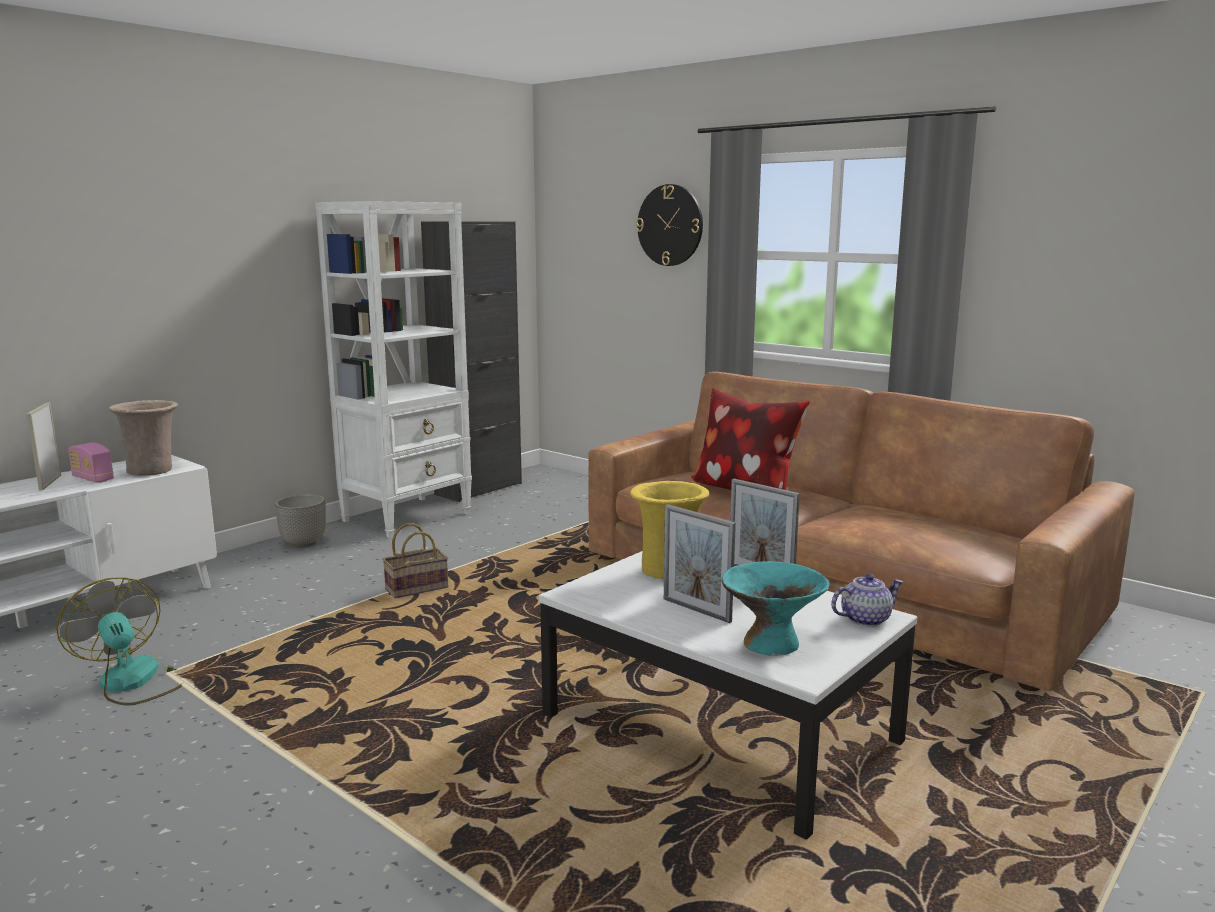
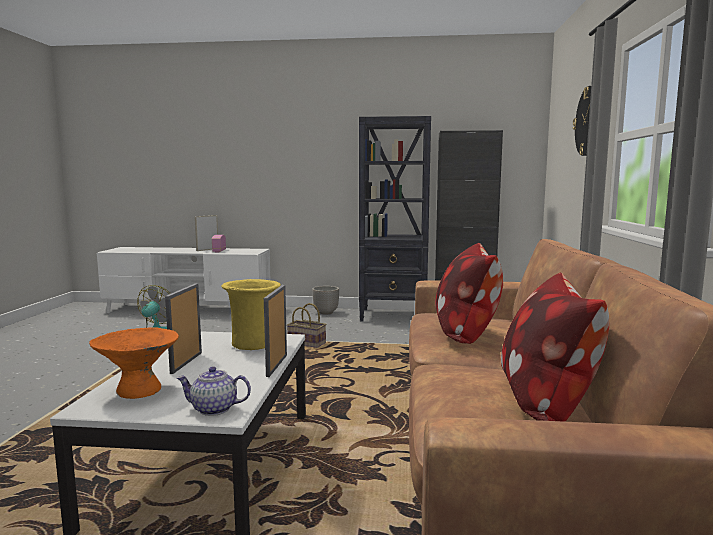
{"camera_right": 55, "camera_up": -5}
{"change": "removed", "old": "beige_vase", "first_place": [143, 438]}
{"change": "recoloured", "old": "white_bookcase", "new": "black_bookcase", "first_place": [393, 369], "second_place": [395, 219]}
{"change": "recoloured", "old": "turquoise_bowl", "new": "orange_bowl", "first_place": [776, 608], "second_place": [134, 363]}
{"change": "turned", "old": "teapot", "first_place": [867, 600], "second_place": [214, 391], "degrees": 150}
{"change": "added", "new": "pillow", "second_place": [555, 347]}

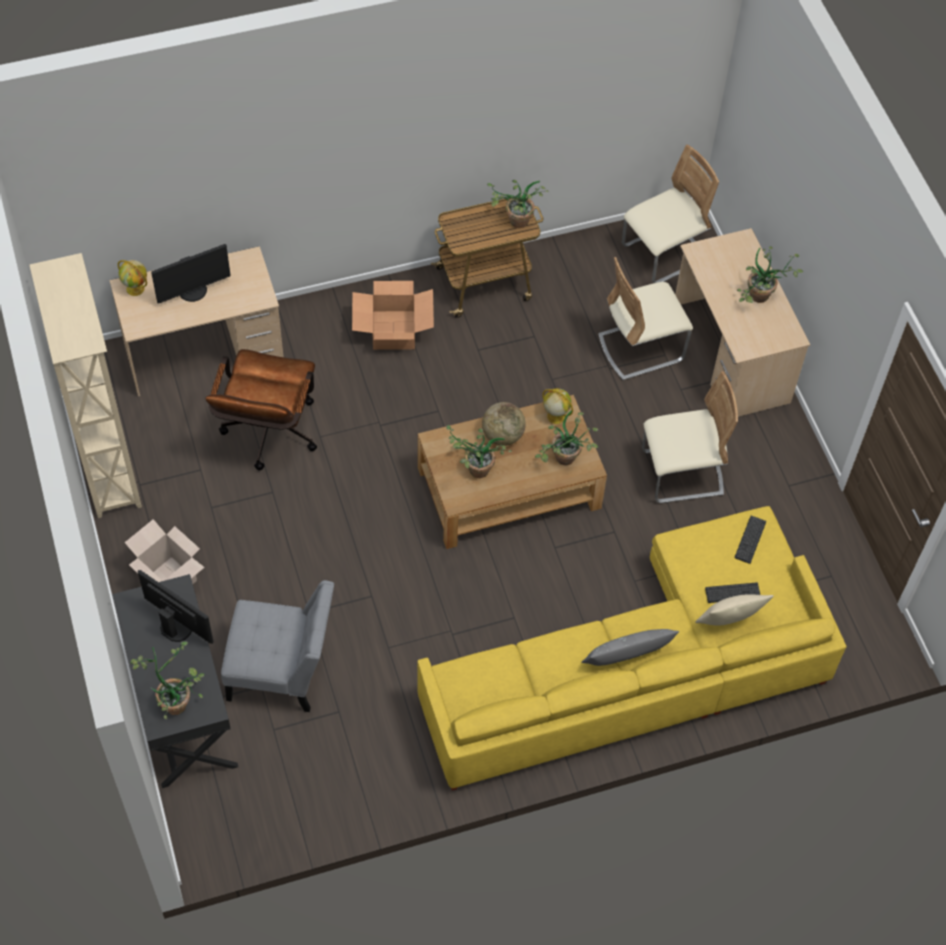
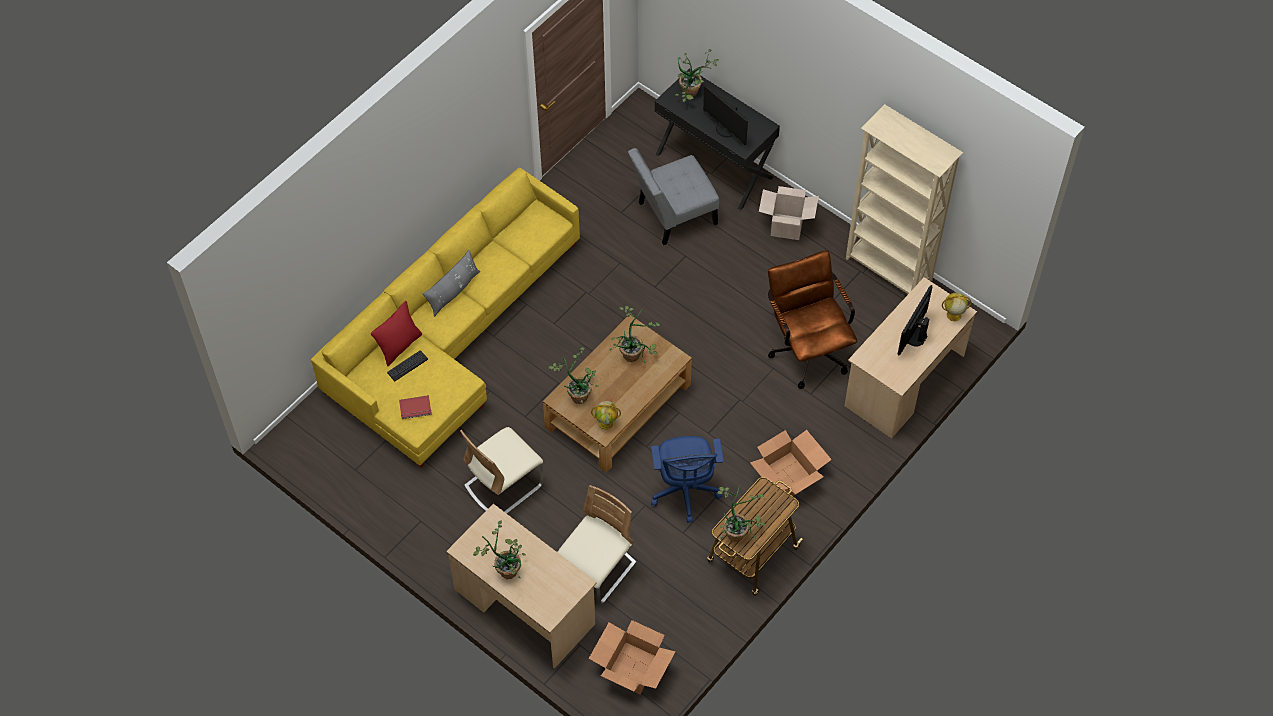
{"camera_right": 150, "camera_up": 0}
{"change": "turned", "old": "monitor", "first_place": [175, 607], "second_place": [725, 115], "degrees": 45}
{"change": "removed", "old": "globe", "first_place": [504, 424]}
{"change": "replaced", "old": "beige_chair", "new": "cardboard_box", "first_place": [670, 213], "second_place": [632, 657]}
{"change": "recoloured", "old": "beige_pillow", "new": "red_pillow", "first_place": [734, 610], "second_place": [396, 333]}
{"change": "replaced", "old": "keyboard", "new": "red_book", "first_place": [750, 540], "second_place": [415, 407]}
{"change": "added", "new": "blue_office_chair", "second_place": [687, 479]}

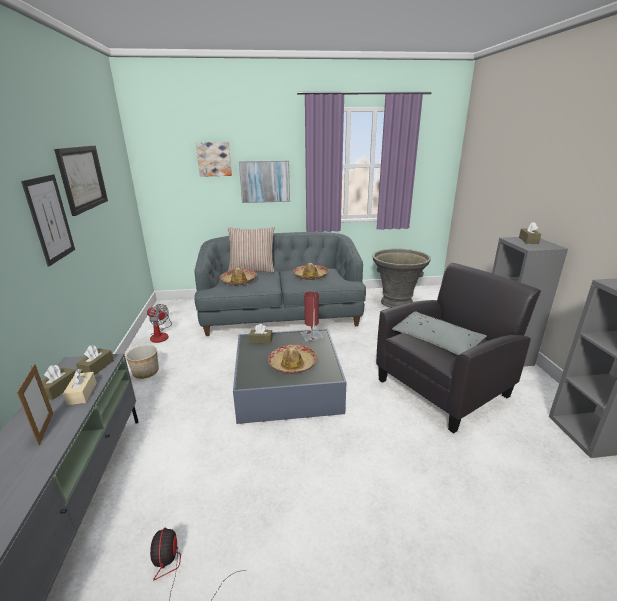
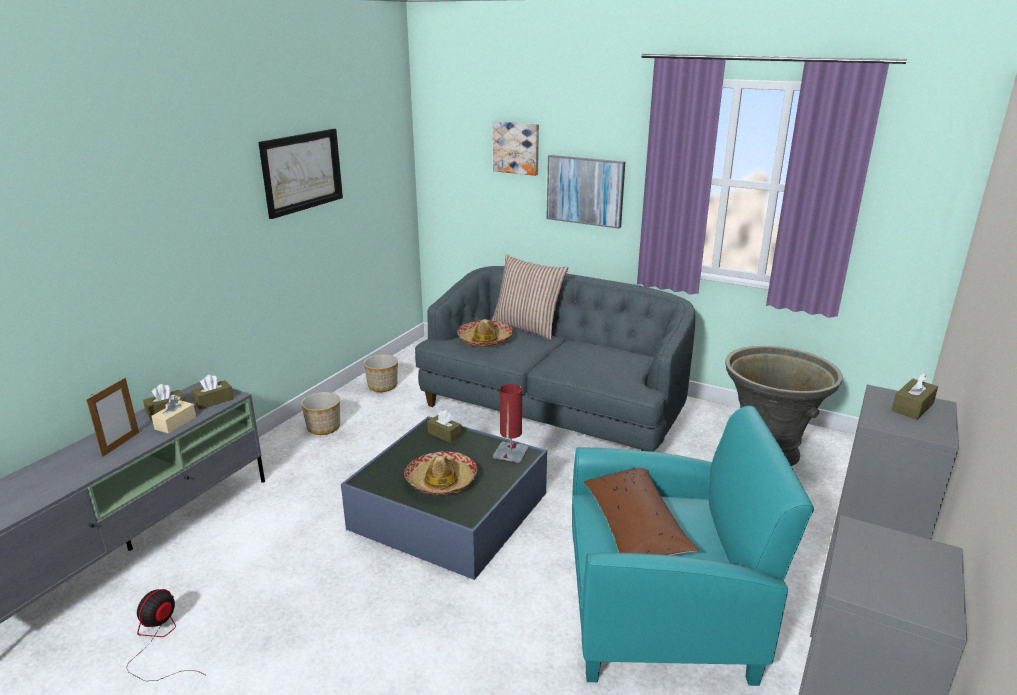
{"camera_right": 35, "camera_up": 0}
{"change": "removed", "old": "picture", "first_place": [48, 220]}
{"change": "replaced", "old": "fan", "new": "planter", "first_place": [159, 323], "second_place": [381, 373]}
{"change": "removed", "old": "hat", "first_place": [311, 271]}
{"change": "recoloured", "old": "black_armchair", "new": "turquoise_armchair", "first_place": [458, 348], "second_place": [693, 546]}
{"change": "recoloured", "old": "grey_pillow", "new": "brown_pillow", "first_place": [439, 333], "second_place": [641, 512]}

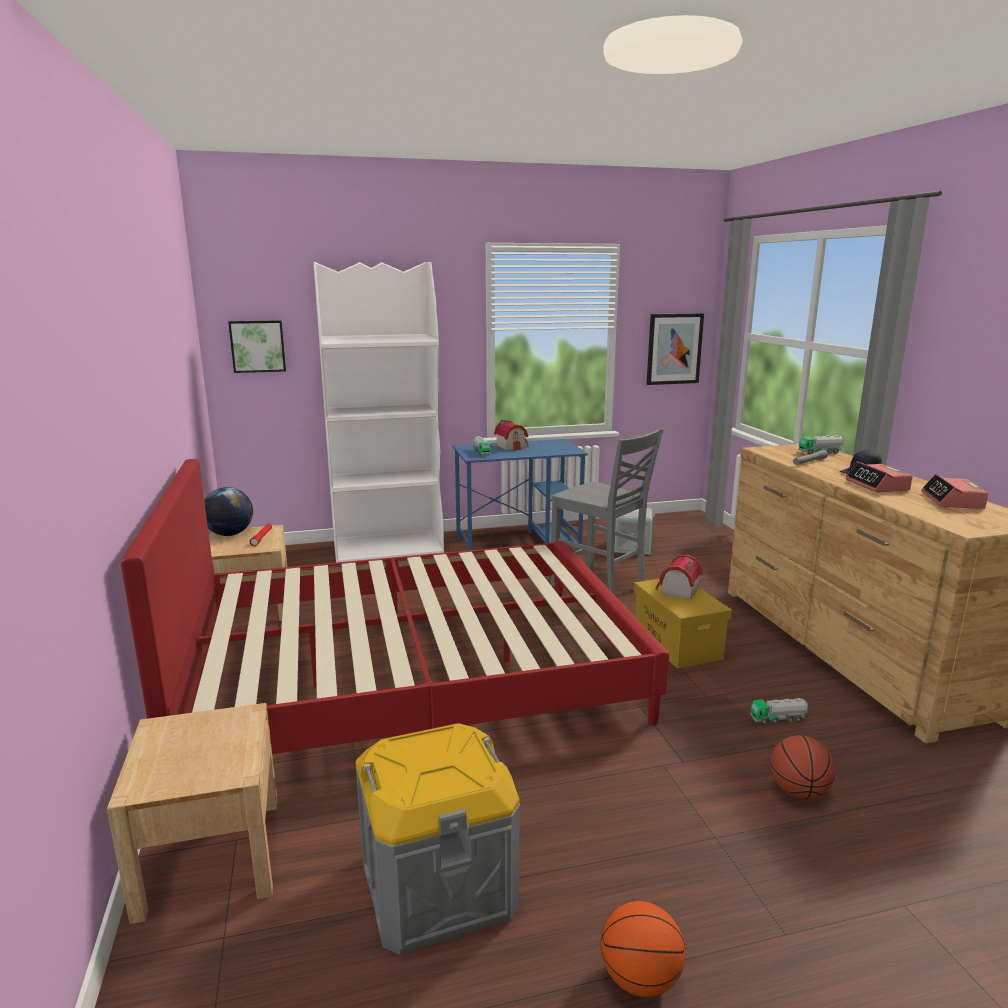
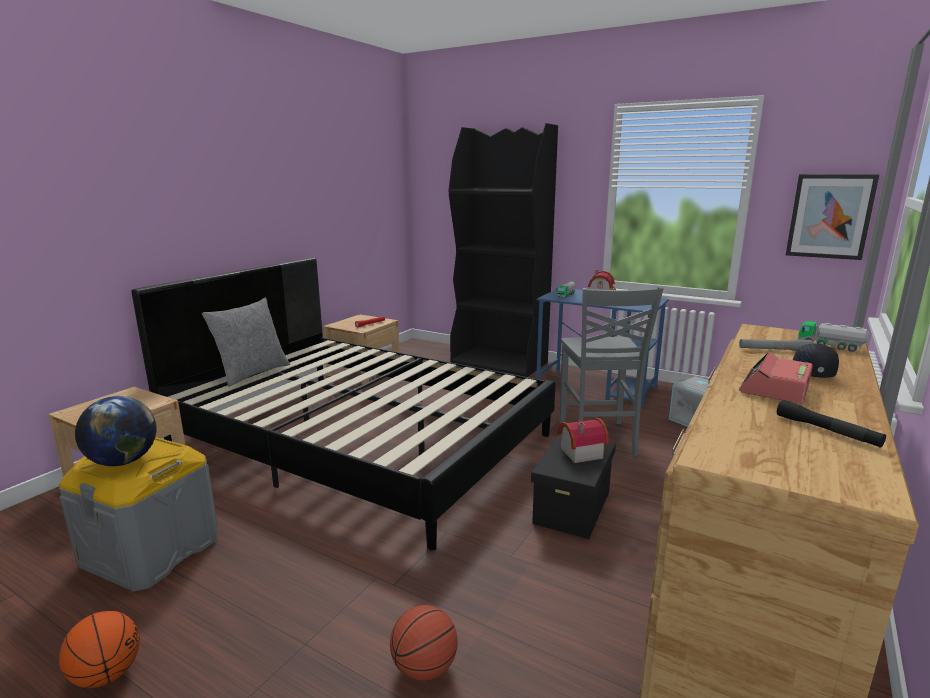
{"camera_right": 45, "camera_up": 0}
{"change": "recoloured", "old": "red_bed", "new": "black_bed", "first_place": [395, 606], "second_place": [343, 404]}
{"change": "moved", "old": "globe", "first_place": [228, 511], "second_place": [116, 431]}
{"change": "removed", "old": "picture", "first_place": [257, 346]}
{"change": "recoloured", "old": "white_bookcase", "new": "black_bookcase", "first_place": [378, 412], "second_place": [503, 250]}
{"change": "recoloured", "old": "yellow_storage_box", "new": "black_storage_box", "first_place": [683, 624], "second_place": [573, 486]}
{"change": "removed", "old": "toy_truck", "first_place": [779, 711]}
{"change": "replaced", "old": "alarm_clock", "new": "black_flashlight", "first_place": [954, 491], "second_place": [831, 424]}
{"change": "added", "new": "grey_pillow", "second_place": [246, 342]}

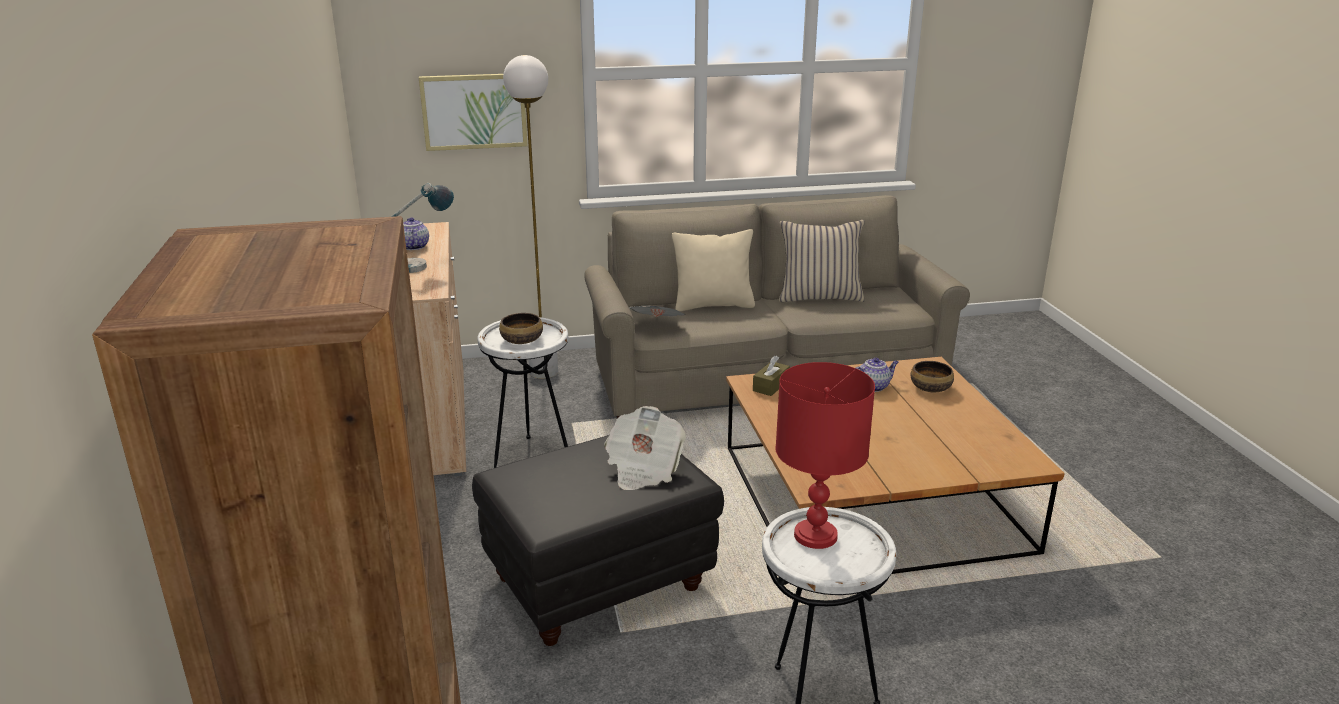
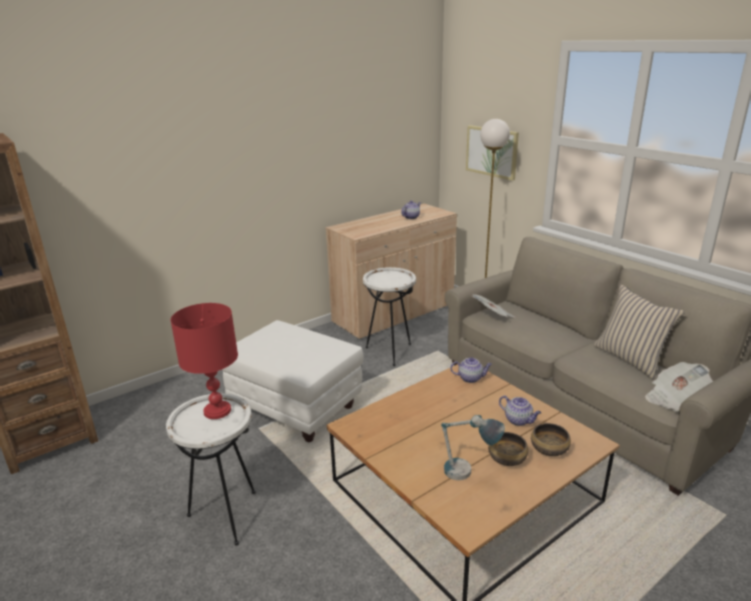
{"camera_right": 65, "camera_up": 0}
{"change": "moved", "old": "table_lamp", "first_place": [422, 228], "second_place": [473, 447]}
{"change": "recoloured", "old": "black_ottoman", "new": "white_ottoman", "first_place": [598, 540], "second_place": [293, 381]}
{"change": "moved", "old": "bowl", "first_place": [521, 328], "second_place": [508, 449]}
{"change": "moved", "old": "newspaper", "first_place": [645, 448], "second_place": [679, 387]}
{"change": "removed", "old": "beige_pillow", "first_place": [713, 270]}
{"change": "replaced", "old": "brown_tissue_box", "new": "teapot", "first_place": [771, 376], "second_place": [471, 370]}

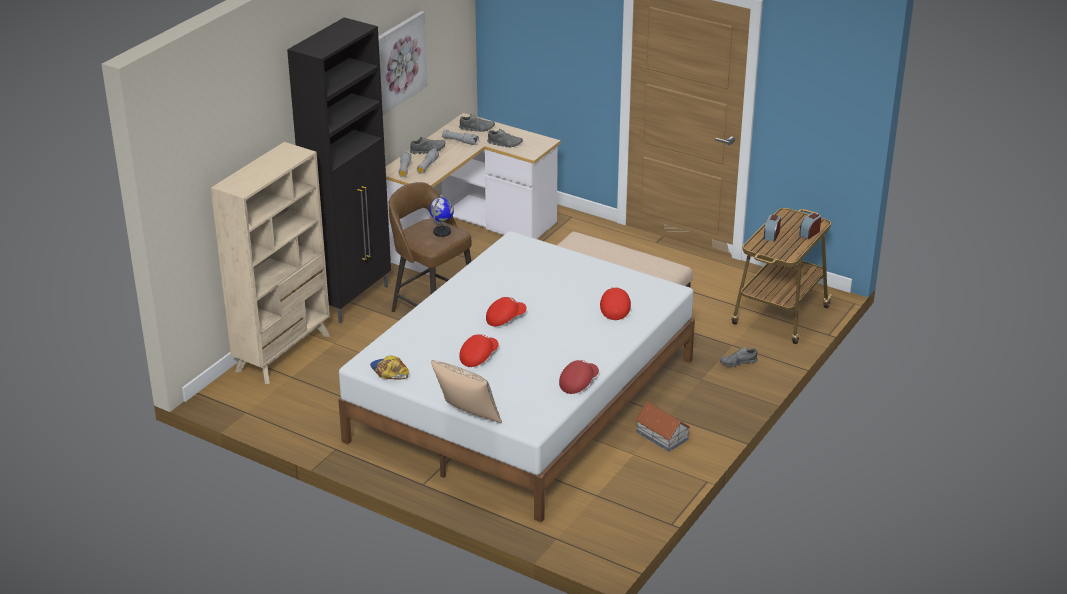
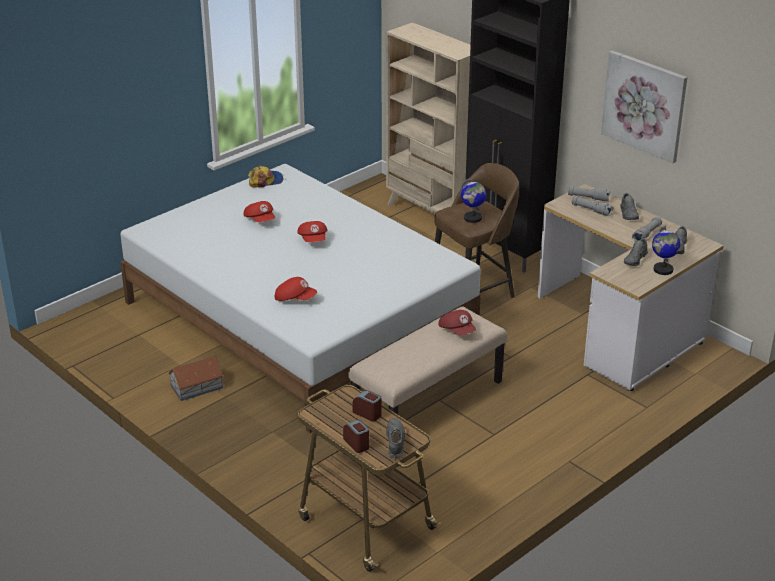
{"camera_right": 105, "camera_up": 0}
{"change": "removed", "old": "pillow", "first_place": [466, 391]}
{"change": "moved", "old": "red_cap", "first_place": [579, 377], "second_place": [457, 322]}
{"change": "moved", "old": "grey_shoe", "first_place": [739, 357], "second_place": [395, 438]}
{"change": "added", "new": "globe", "second_place": [666, 250]}

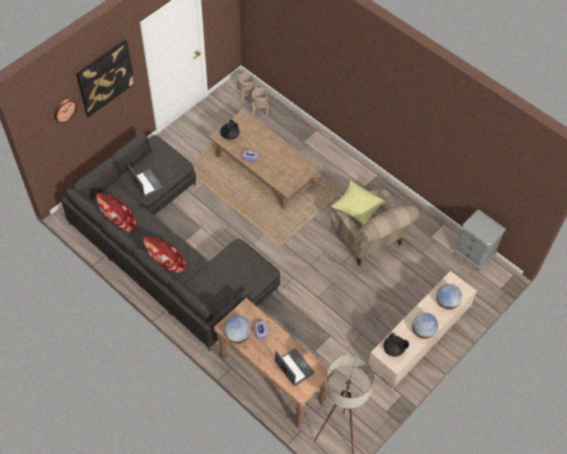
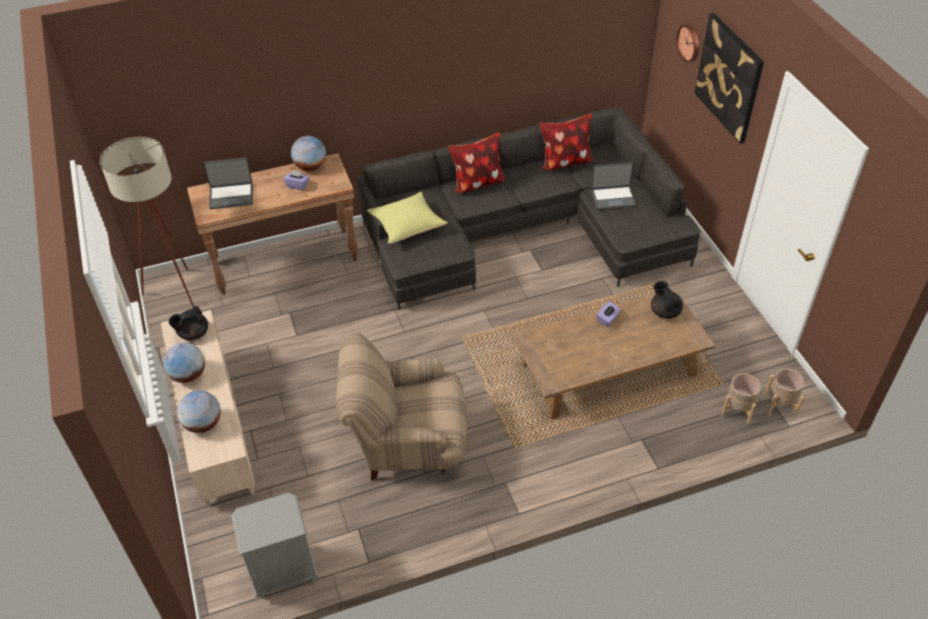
{"camera_right": 120, "camera_up": -10}
{"change": "moved", "old": "yellow_pillow", "first_place": [359, 203], "second_place": [407, 218]}

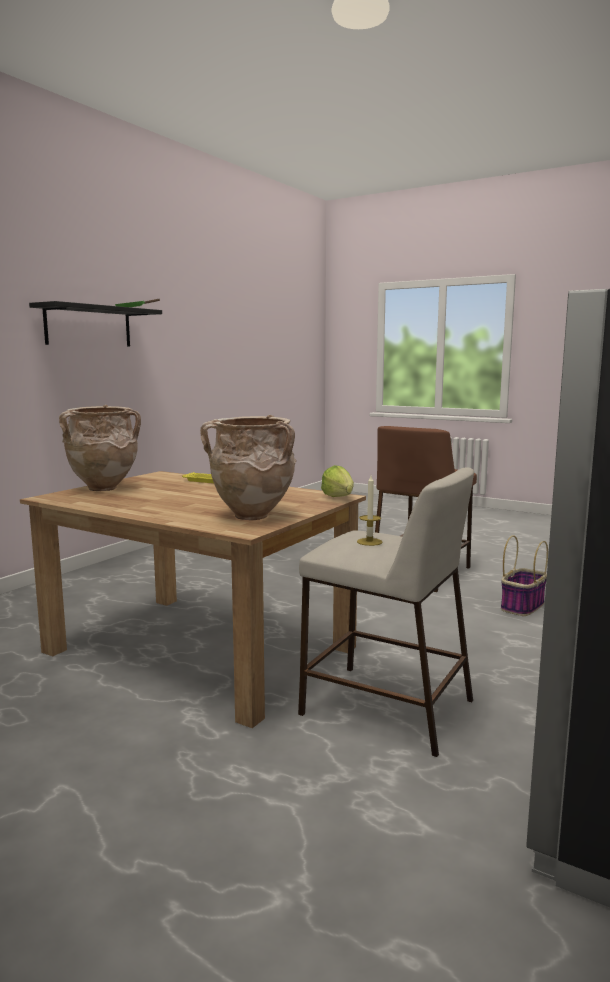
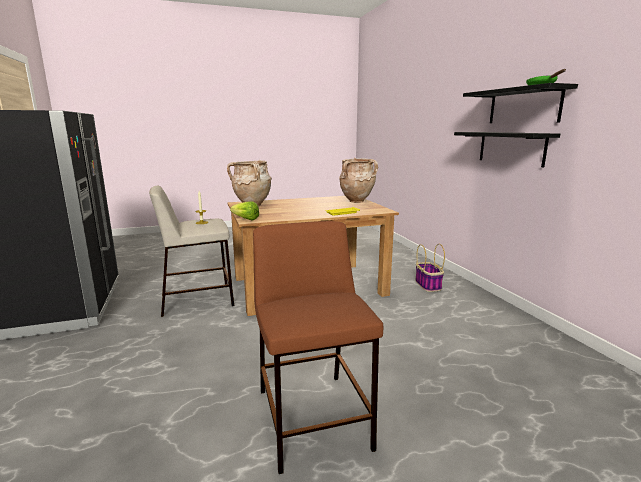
{"camera_right": 130, "camera_up": 5}
{"change": "moved", "old": "basket", "first_place": [524, 575], "second_place": [430, 268]}
{"change": "added", "new": "black_shelf", "second_place": [507, 149]}

